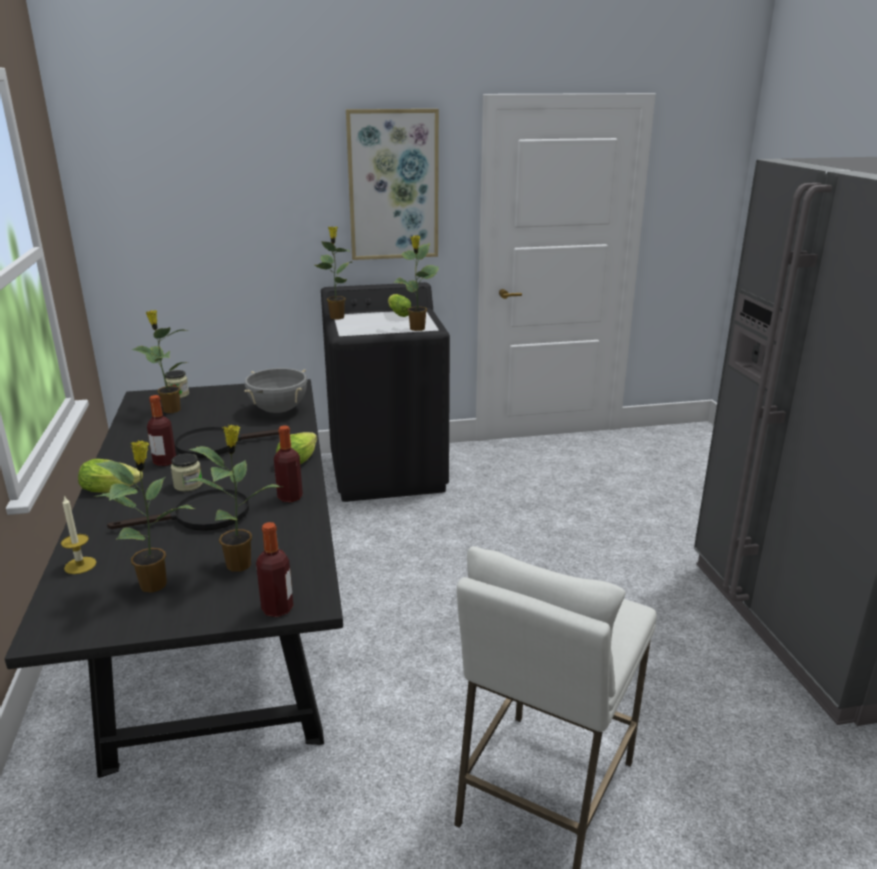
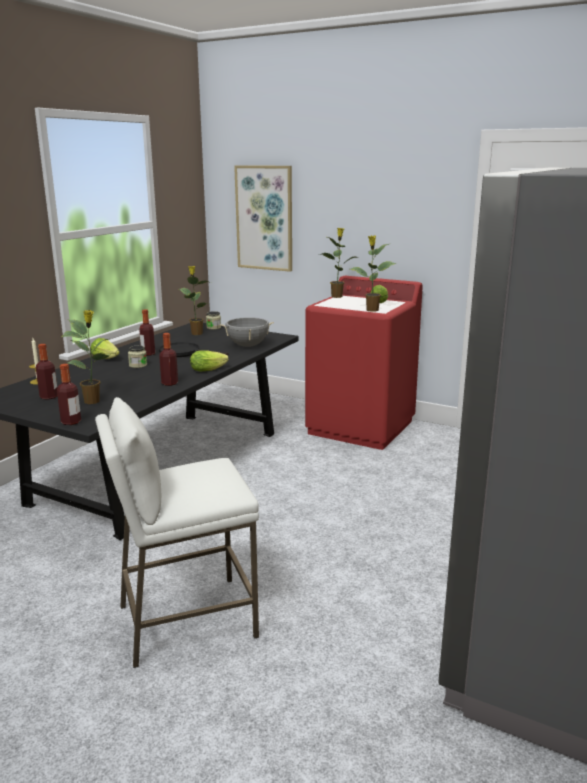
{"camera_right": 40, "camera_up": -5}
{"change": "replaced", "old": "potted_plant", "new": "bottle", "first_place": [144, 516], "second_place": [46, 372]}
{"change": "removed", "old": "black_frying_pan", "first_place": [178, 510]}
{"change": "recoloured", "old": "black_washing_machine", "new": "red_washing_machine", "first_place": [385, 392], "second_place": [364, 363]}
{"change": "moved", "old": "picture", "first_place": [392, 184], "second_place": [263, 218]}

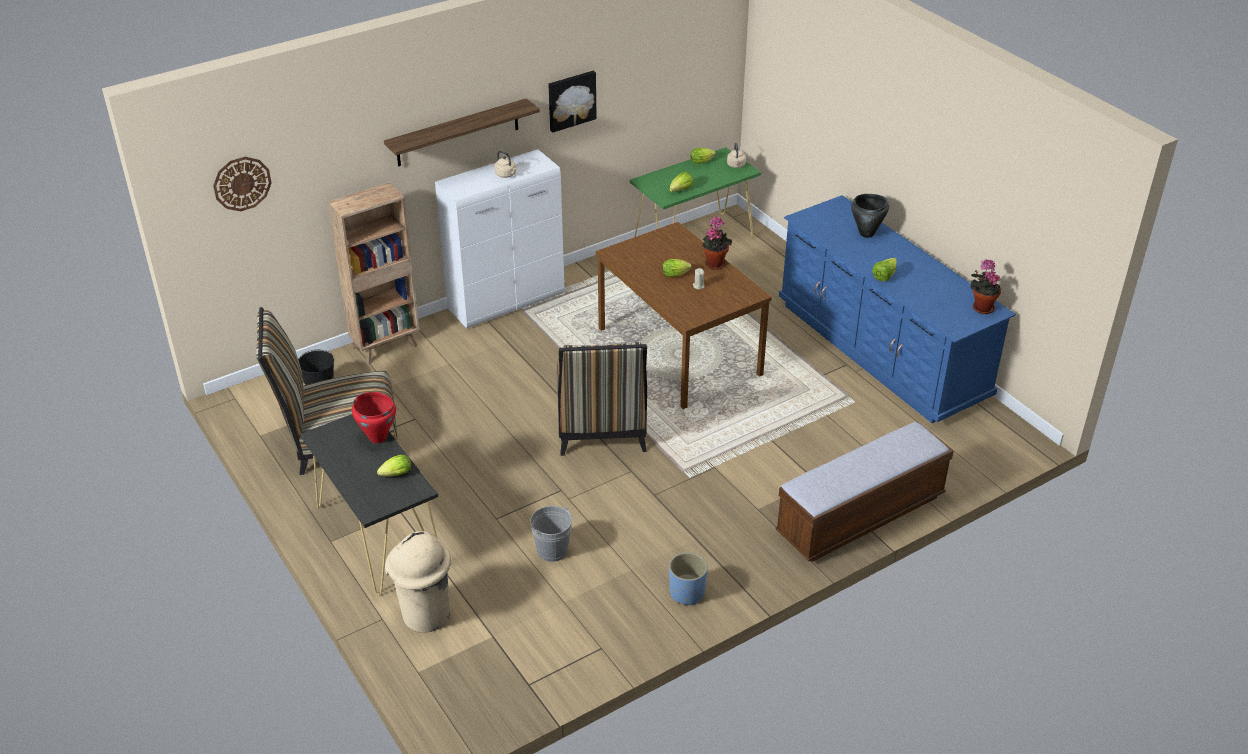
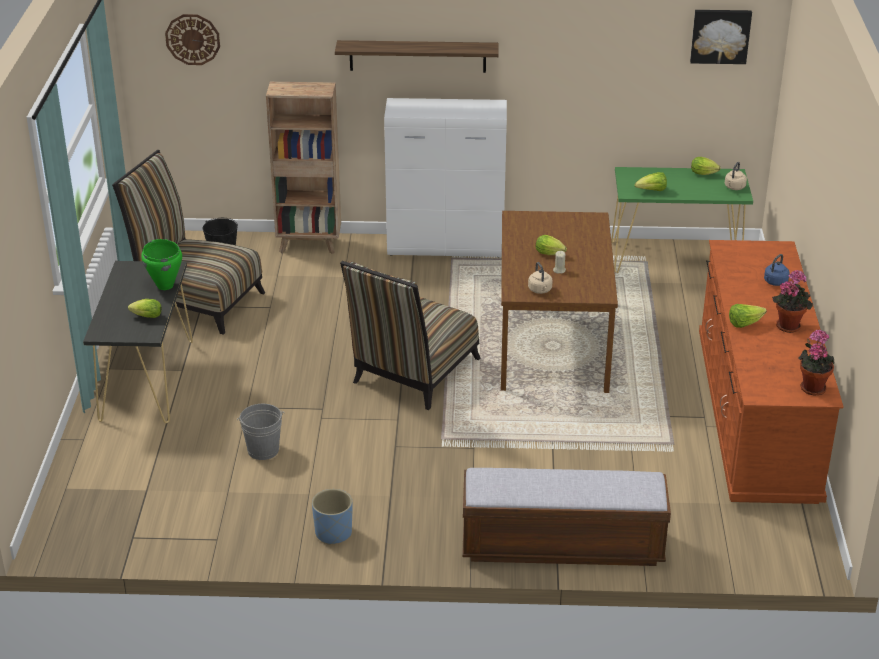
{"camera_right": 35, "camera_up": -5}
{"change": "recoloured", "old": "red_cooking_pot", "new": "green_cooking_pot", "first_place": [374, 417], "second_place": [161, 264]}
{"change": "removed", "old": "beige_trash_can", "first_place": [418, 582]}
{"change": "moved", "old": "beige_kettle", "first_place": [505, 164], "second_place": [540, 278]}
{"change": "moved", "old": "picture", "first_place": [572, 102], "second_place": [721, 37]}
{"change": "moved", "old": "potted_plant", "first_place": [717, 243], "second_place": [792, 301]}
{"change": "recoloured", "old": "blue_dresser", "new": "brown_dresser", "first_place": [897, 309], "second_place": [771, 372]}
{"change": "replaced", "old": "black_cooking_pot", "new": "blue_kettle", "first_place": [870, 216], "second_place": [777, 270]}

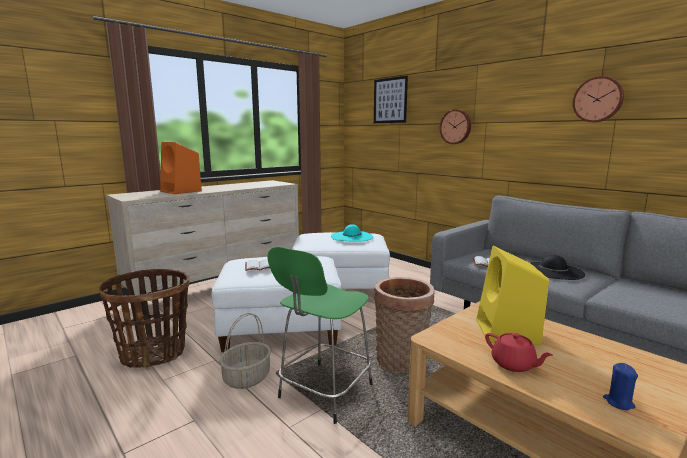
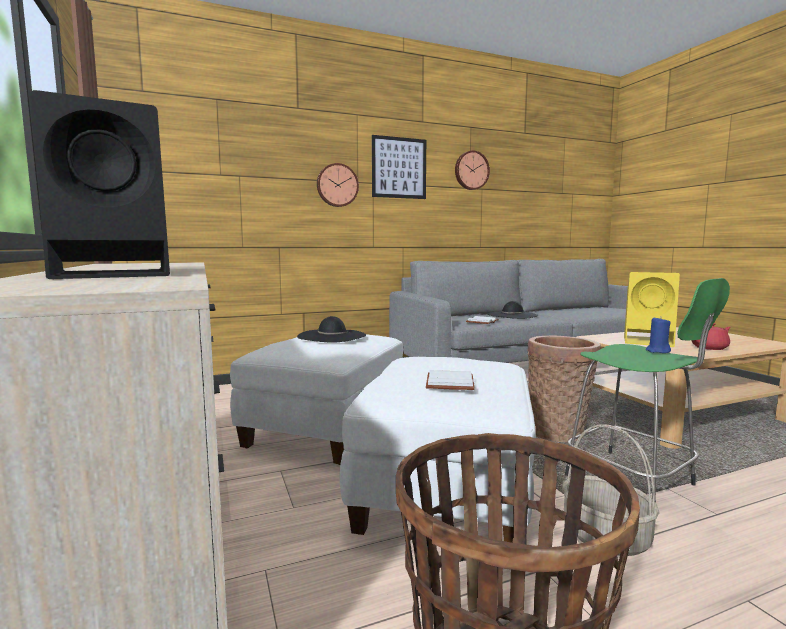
{"camera_right": -70, "camera_up": -5}
{"change": "recoloured", "old": "orange_speaker", "new": "black_speaker", "first_place": [181, 168], "second_place": [100, 184]}
{"change": "recoloured", "old": "turquoise_hat", "new": "black_hat", "first_place": [352, 233], "second_place": [331, 329]}
{"change": "moved", "old": "picture", "first_place": [391, 99], "second_place": [399, 167]}
{"change": "moved", "old": "blue_candle", "first_place": [620, 386], "second_place": [658, 334]}

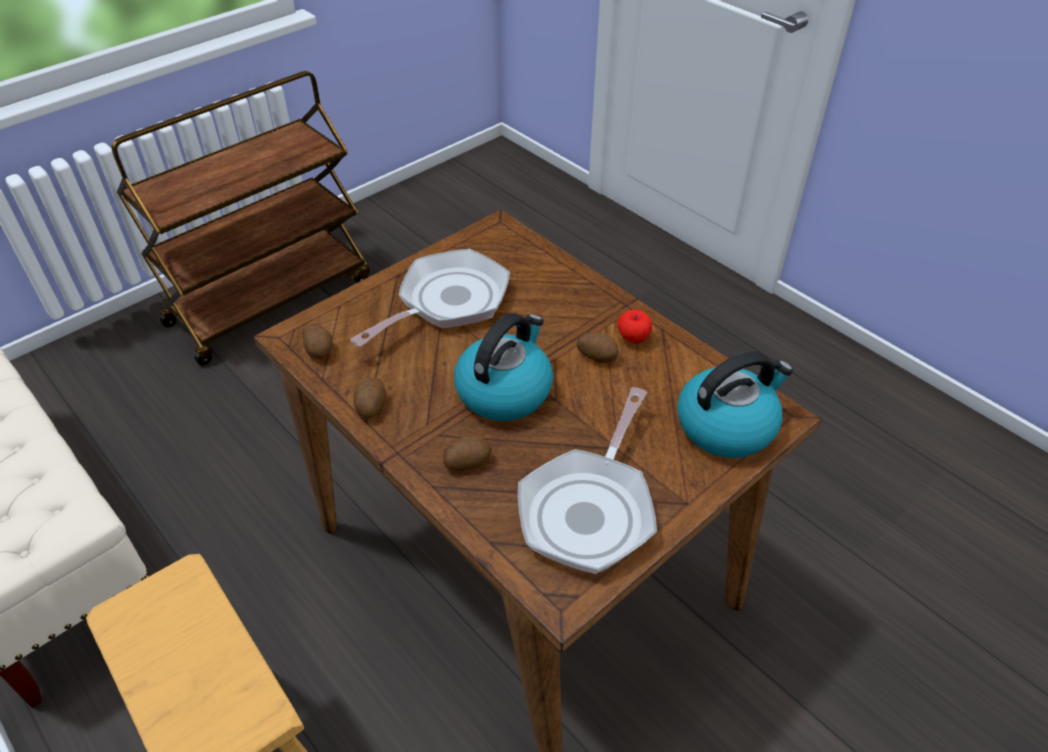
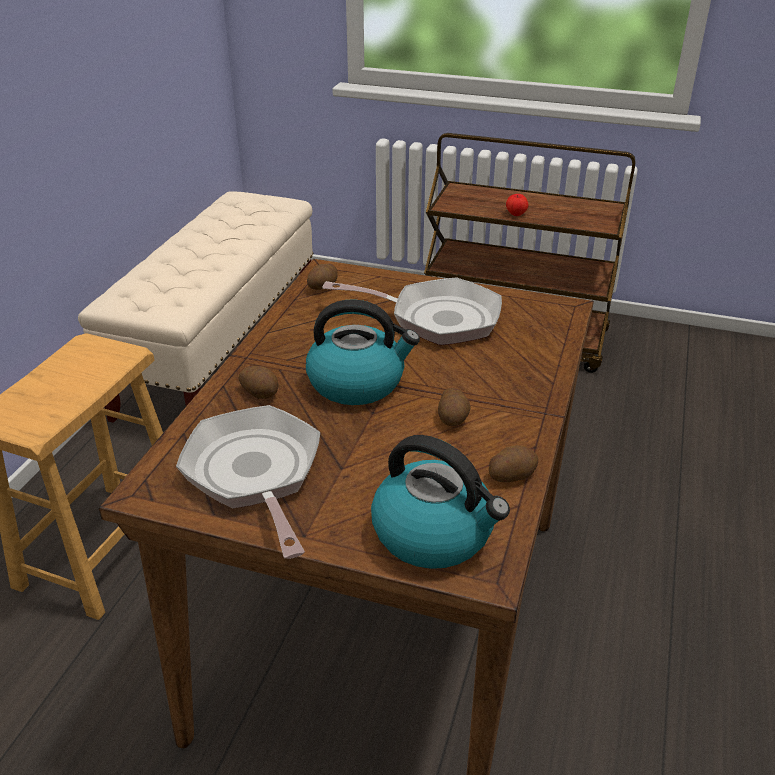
{"camera_right": 60, "camera_up": -10}
{"change": "moved", "old": "potato", "first_place": [370, 397], "second_place": [513, 463]}
{"change": "turned", "old": "frying_pan", "first_place": [587, 480], "second_place": [248, 482], "degrees": 75}
{"change": "moved", "old": "apple", "first_place": [634, 326], "second_place": [517, 205]}

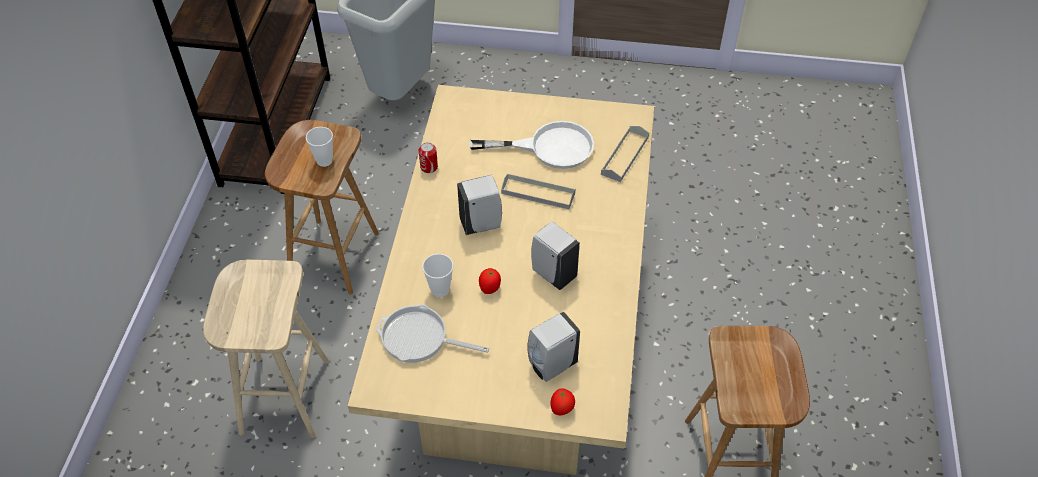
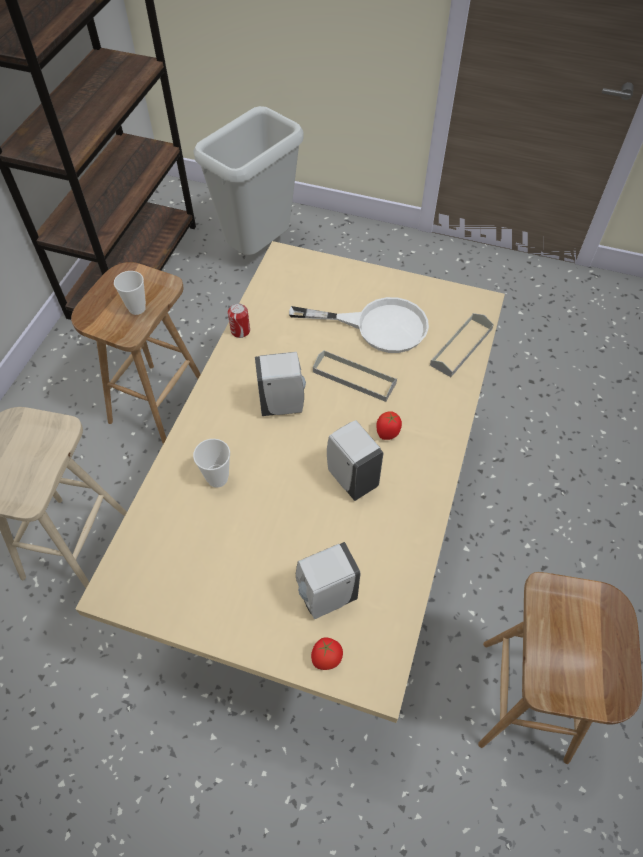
{"camera_right": 10, "camera_up": 5}
{"change": "removed", "old": "frying_pan", "first_place": [432, 333]}
{"change": "moved", "old": "tomato", "first_place": [490, 281], "second_place": [389, 425]}

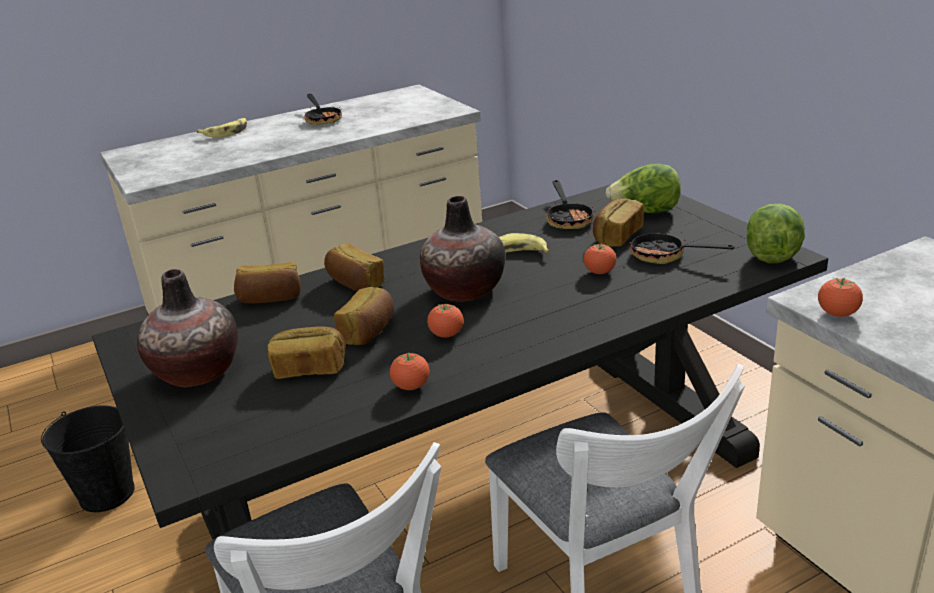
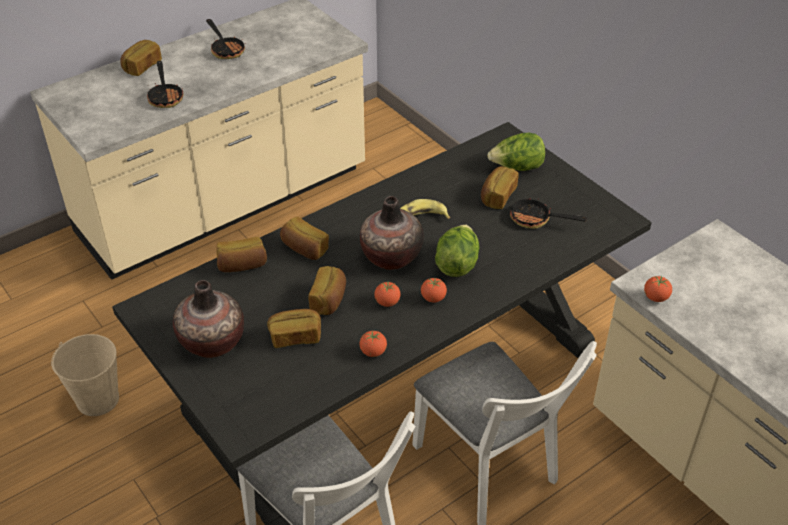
{"camera_right": -10, "camera_up": 15}
{"change": "recoloured", "old": "black_bucket", "new": "beige_bucket", "first_place": [88, 458], "second_place": [85, 375]}
{"change": "replaced", "old": "banana", "new": "bread", "first_place": [222, 128], "second_place": [141, 58]}
{"change": "moved", "old": "frying_pan", "first_place": [570, 204], "second_place": [165, 84]}
{"change": "moved", "old": "tomato", "first_place": [599, 259], "second_place": [434, 290]}
{"change": "moved", "old": "lettuce", "first_place": [776, 233], "second_place": [457, 250]}

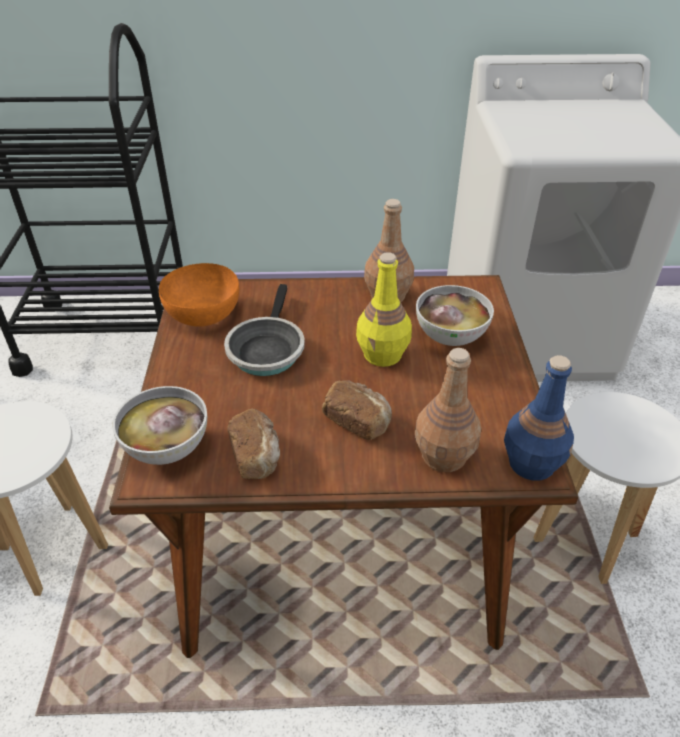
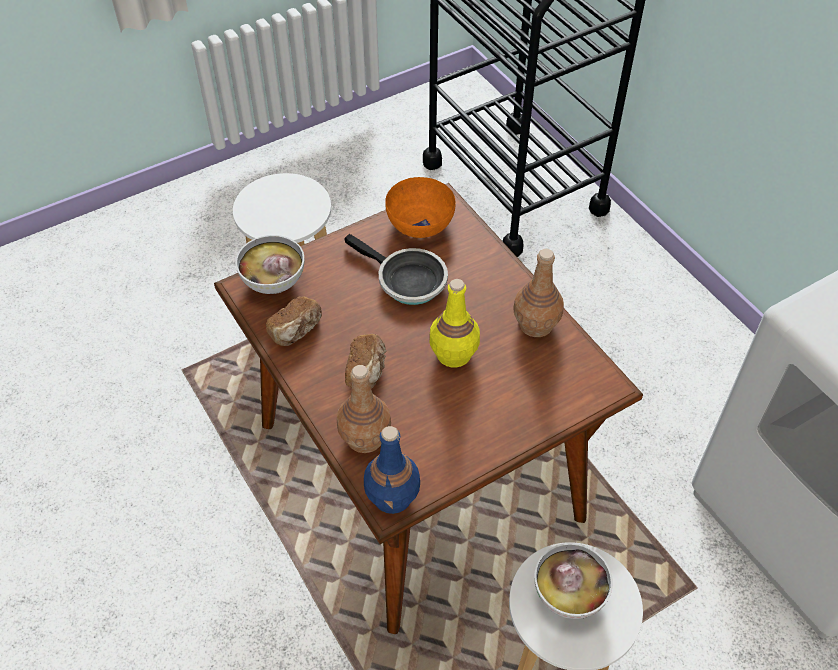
{"camera_right": 60, "camera_up": 10}
{"change": "turned", "old": "frying_pan", "first_place": [264, 330], "second_place": [396, 269], "degrees": -120}
{"change": "moved", "old": "bowl", "first_place": [455, 315], "second_place": [573, 581]}

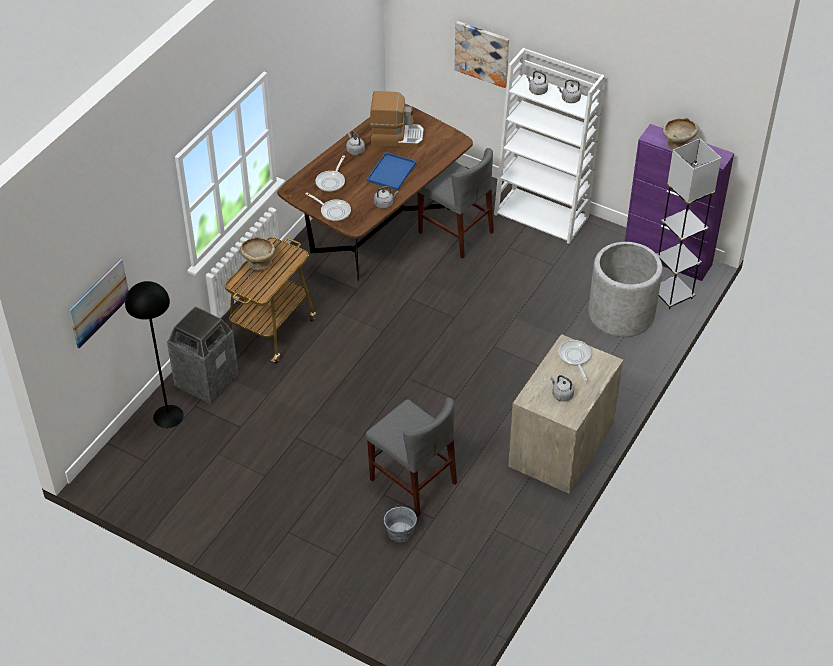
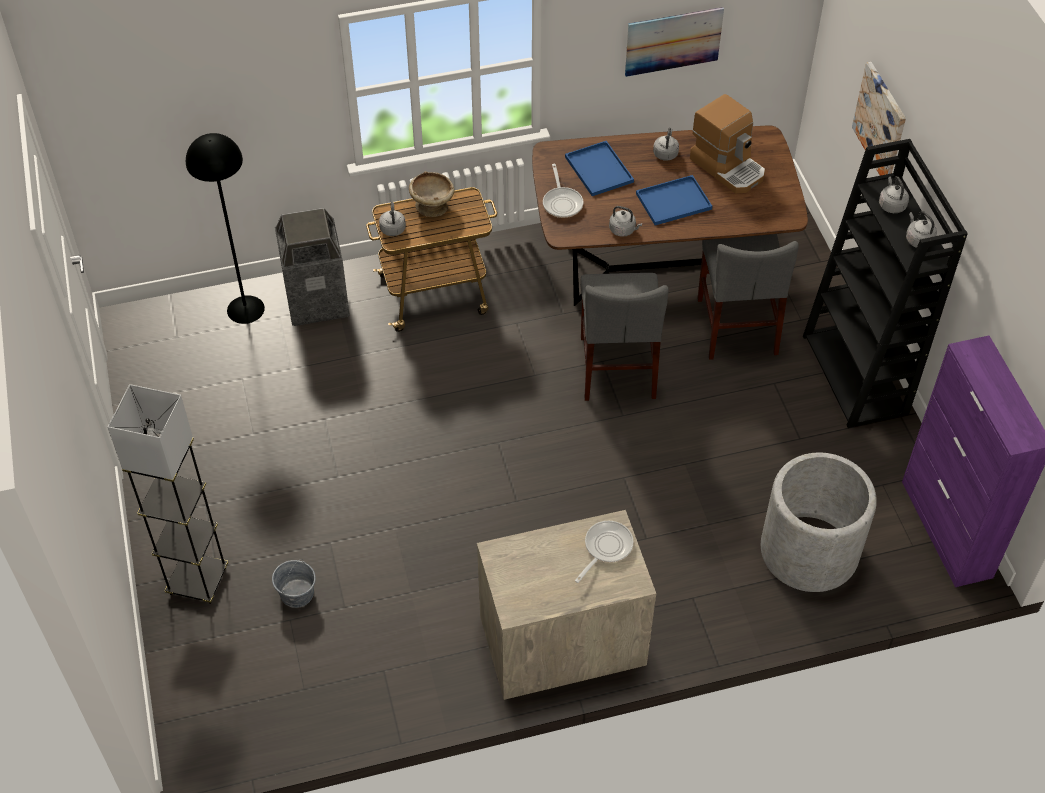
{"camera_right": 45, "camera_up": 5}
{"change": "moved", "old": "picture", "first_place": [99, 304], "second_place": [674, 42]}
{"change": "replaced", "old": "frying_pan", "new": "blue_tray", "first_place": [330, 173], "second_place": [599, 168]}
{"change": "moved", "old": "grey_chair", "first_place": [411, 457], "second_place": [624, 337]}
{"change": "recoloured", "old": "white_bookcase", "new": "black_bookcase", "first_place": [549, 146], "second_place": [885, 283]}
{"change": "moved", "old": "grey_kettle", "first_place": [562, 388], "second_place": [392, 219]}
{"change": "moved", "old": "grey_floor_lamp", "first_place": [689, 224], "second_place": [168, 494]}
{"change": "removed", "old": "beige_bowl", "first_place": [680, 134]}

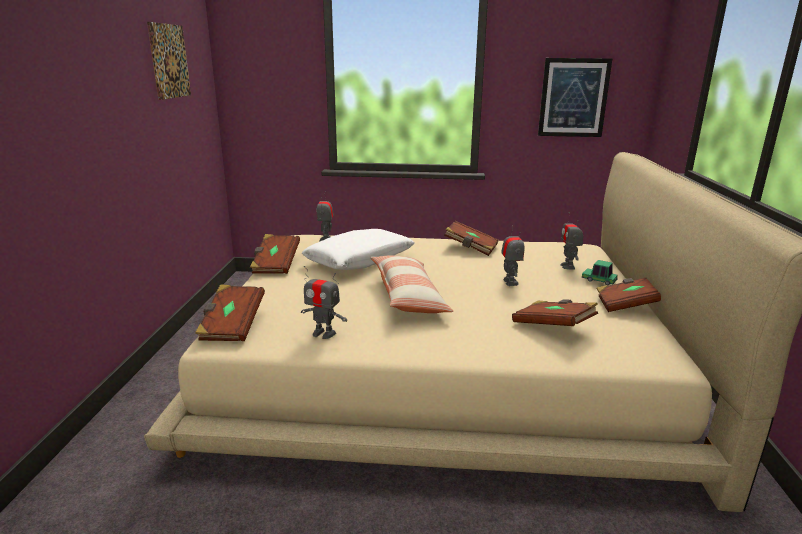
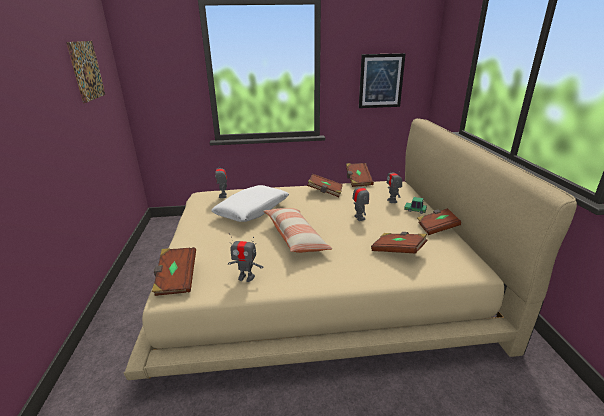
{"camera_right": -10, "camera_up": 5}
{"change": "moved", "old": "brown_book", "first_place": [275, 254], "second_place": [360, 175]}

